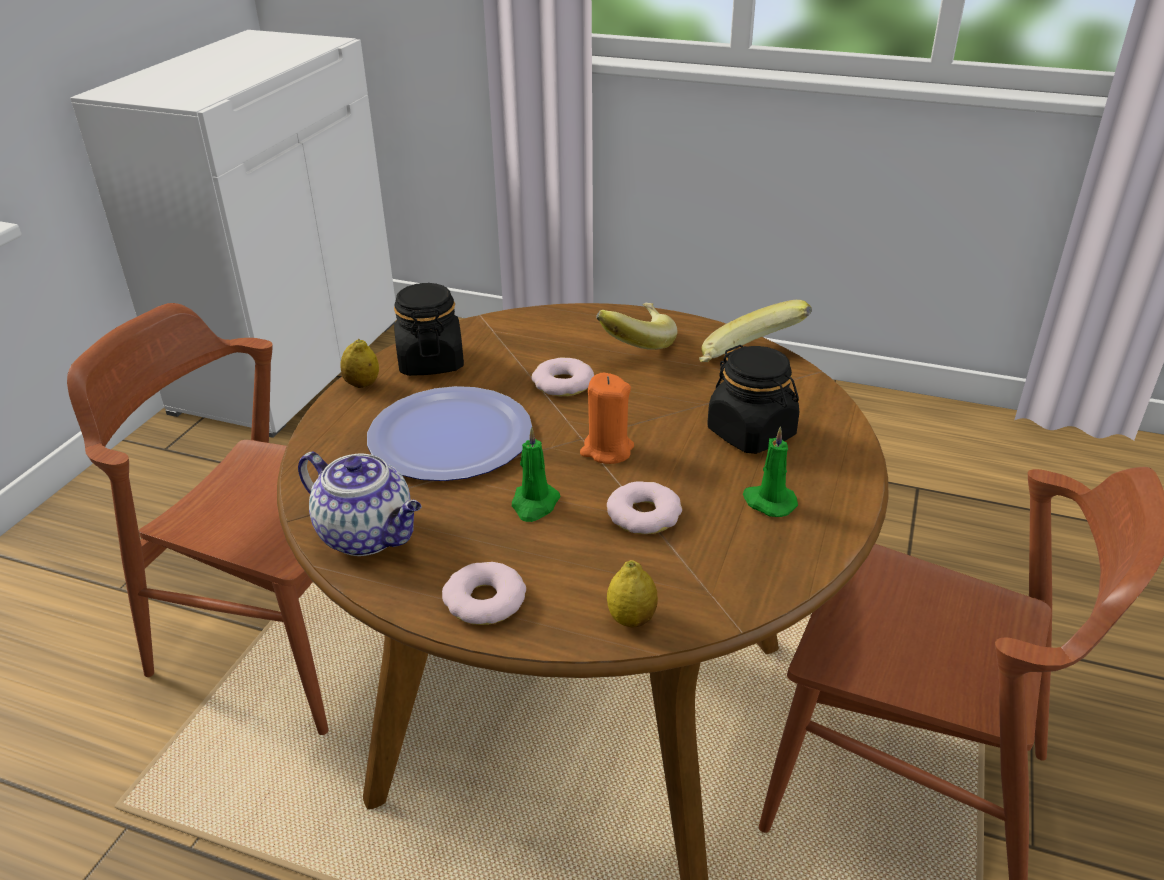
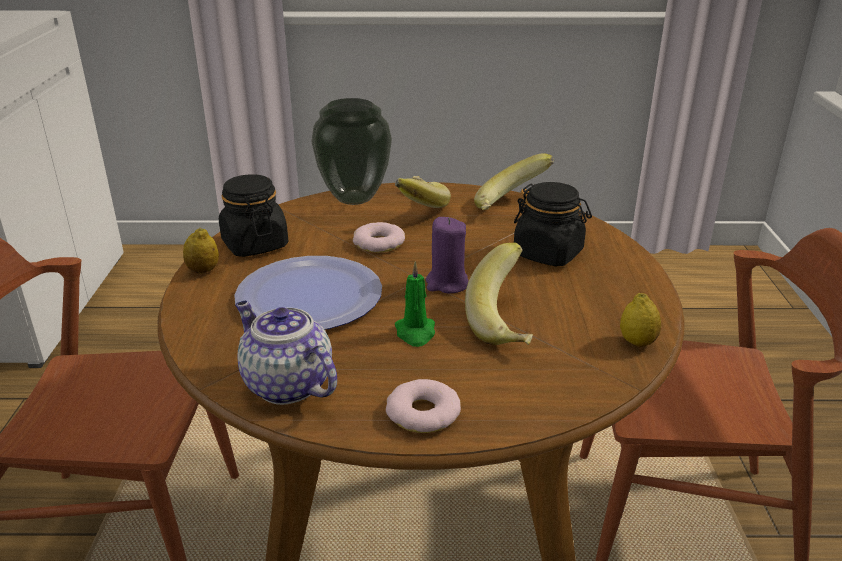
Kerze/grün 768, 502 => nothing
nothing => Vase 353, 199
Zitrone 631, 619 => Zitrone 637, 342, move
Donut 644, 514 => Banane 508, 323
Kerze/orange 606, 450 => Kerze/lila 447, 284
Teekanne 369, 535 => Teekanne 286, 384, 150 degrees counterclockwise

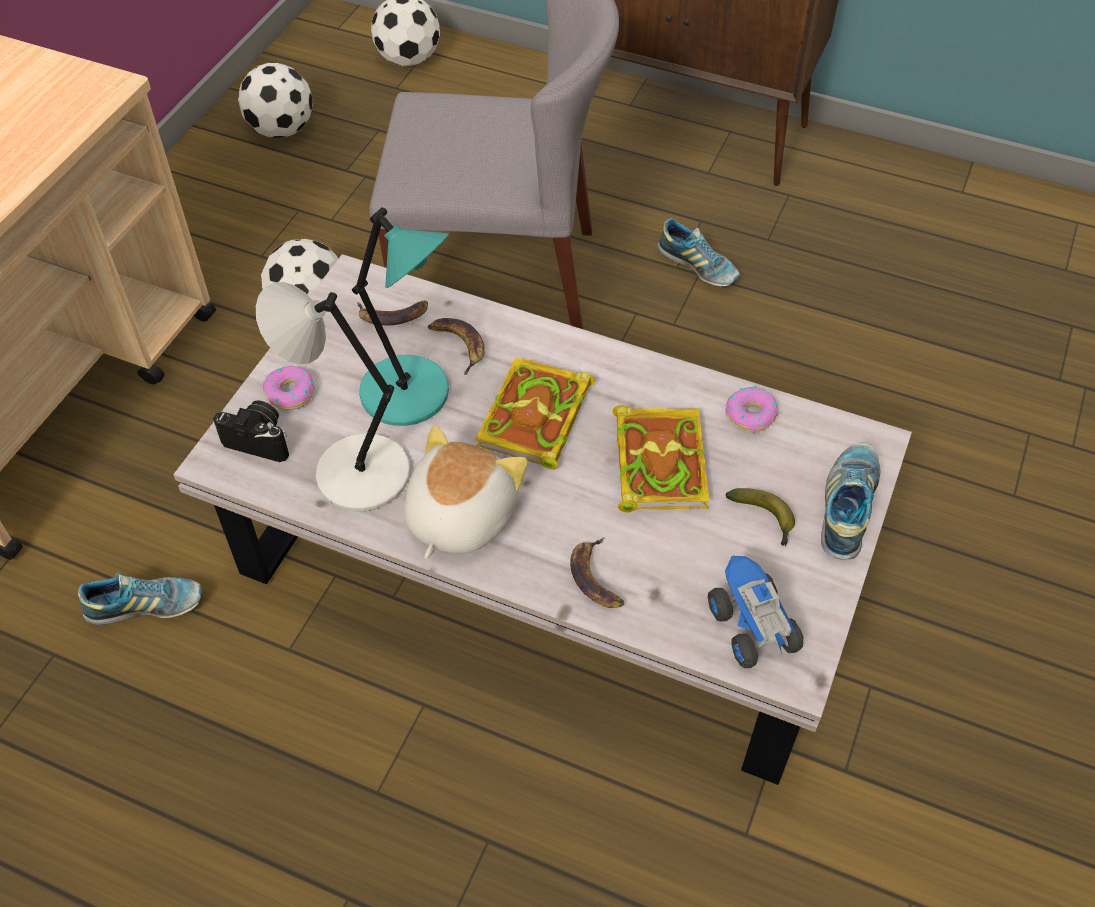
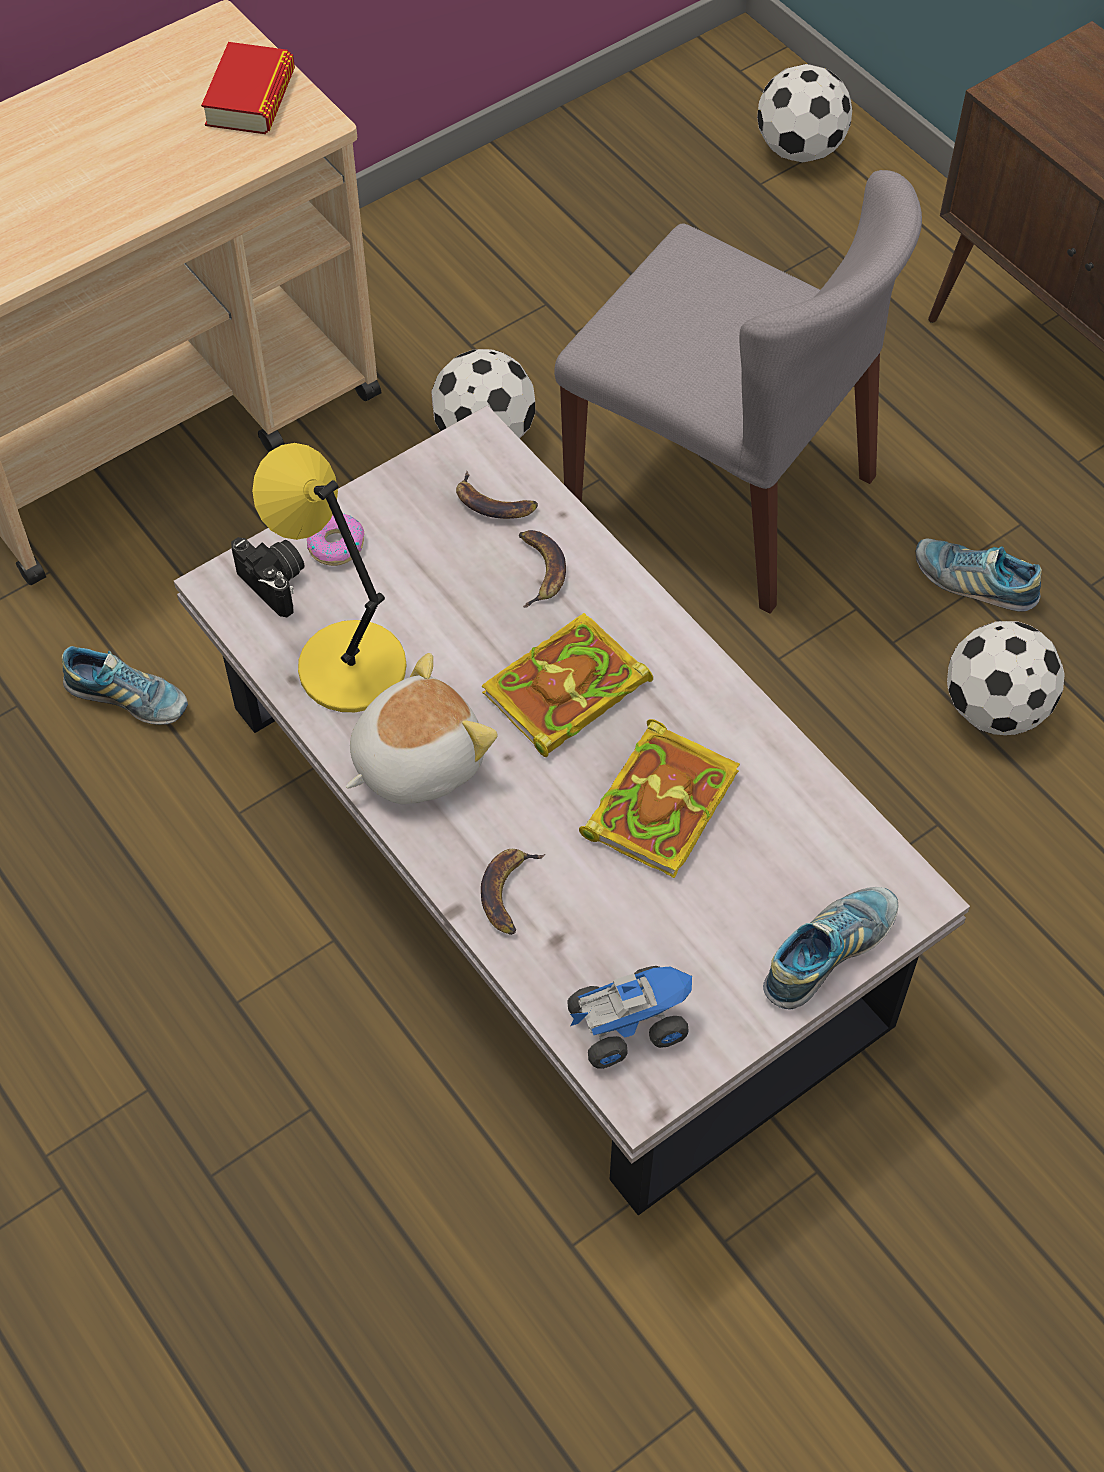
Tischlampe/türkis 409, 394 => nothing
Donut 751, 415 => nothing
Banane 764, 520 => nothing
nothing => Buch 250, 98
Fußball 282, 129 => Fußball 996, 709, move
Tischlampe/grau 357, 473 => Tischlampe/gelb 346, 664
Schuh 697, 267 => Schuh 974, 582, 135 degrees clockwise
Spielzeuglaster 750, 627 => Spielzeuglaster 628, 1023, 60 degrees clockwise

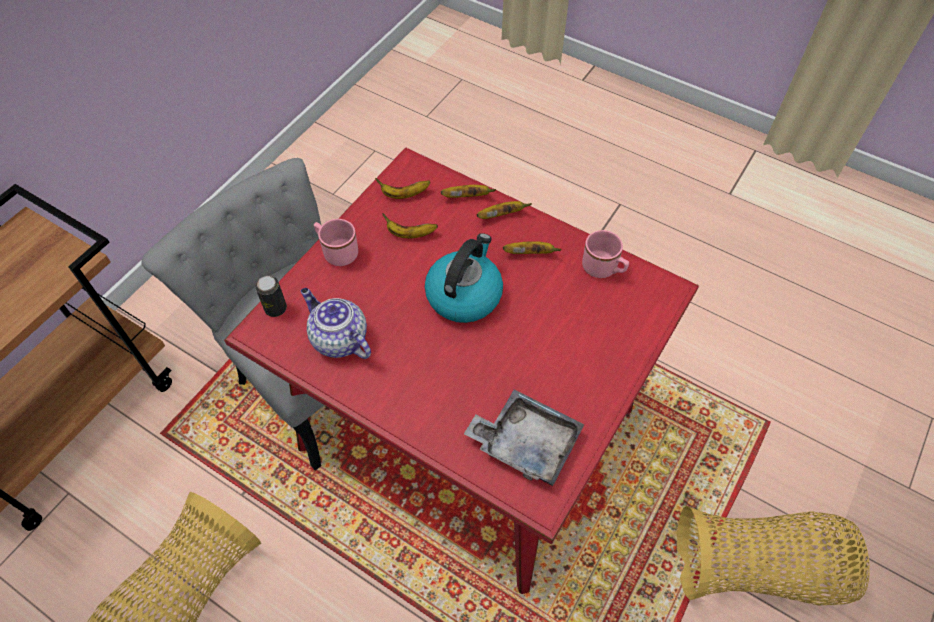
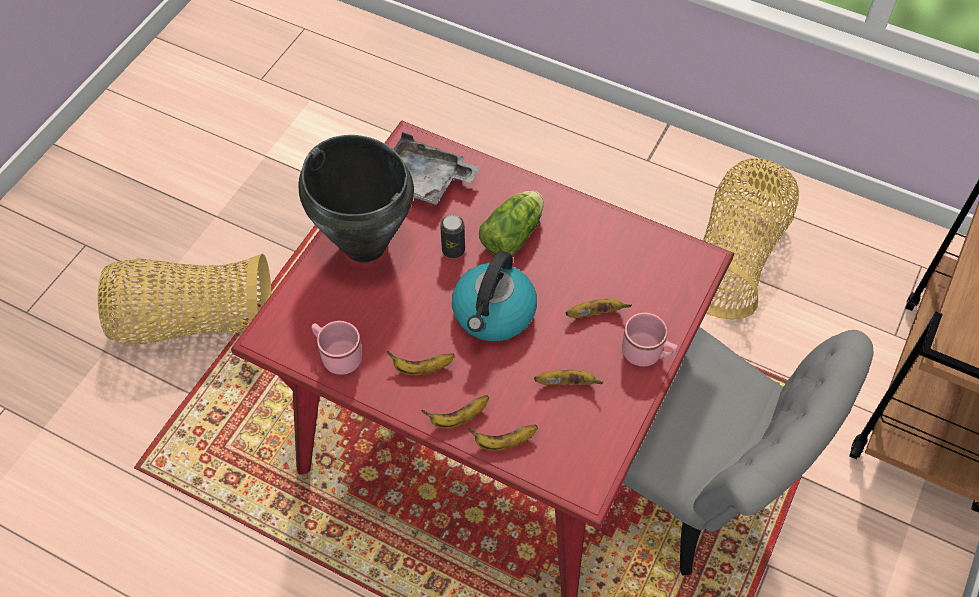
Teekanne 338, 339 => nothing
nothing => Kochtopf/schwarz 365, 244
nothing => Salatkopf 514, 233
Dose 275, 308 => Dose 453, 250, move
Banane 404, 194 => Banane 595, 313, move

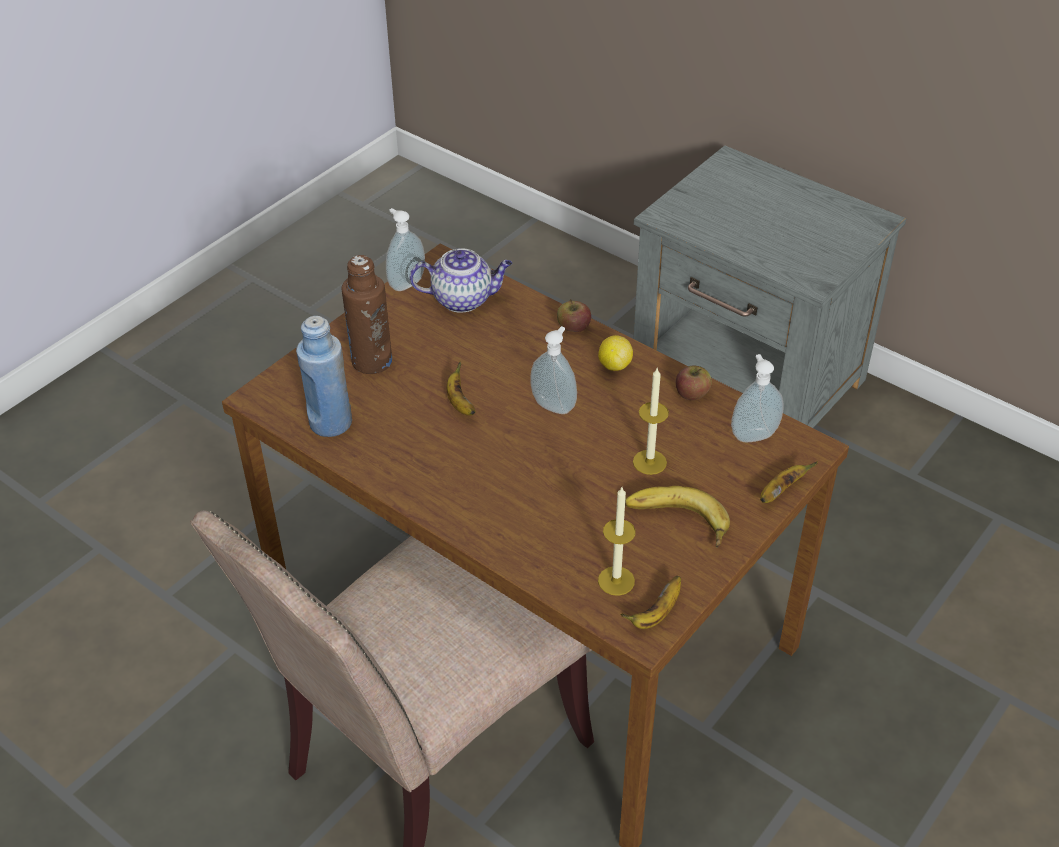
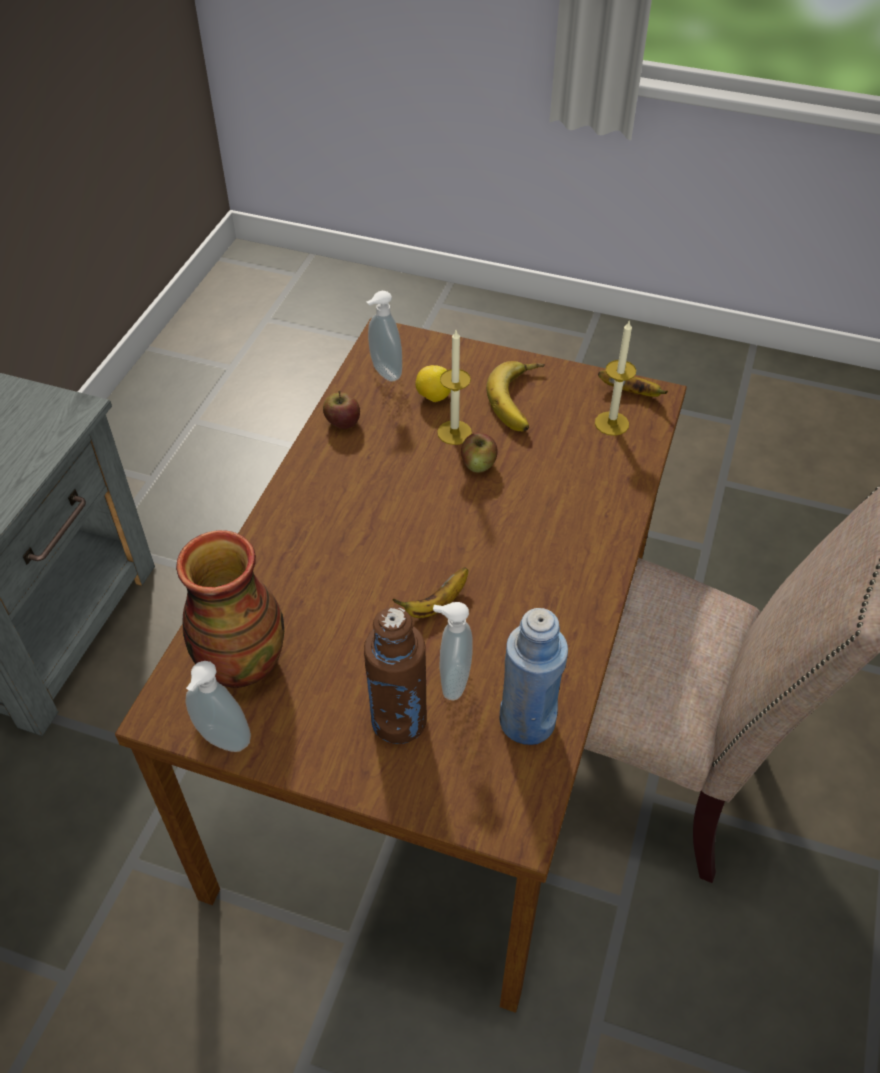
Banane 781, 491 => nothing
Seifenspender 554, 405 => Seifenspender 452, 681, move
Apfel 573, 327 => Apfel 478, 464, move
Zitrone 614, 365 => Zitrone 433, 397, move
Teekanne 463, 299 => Vase 240, 662

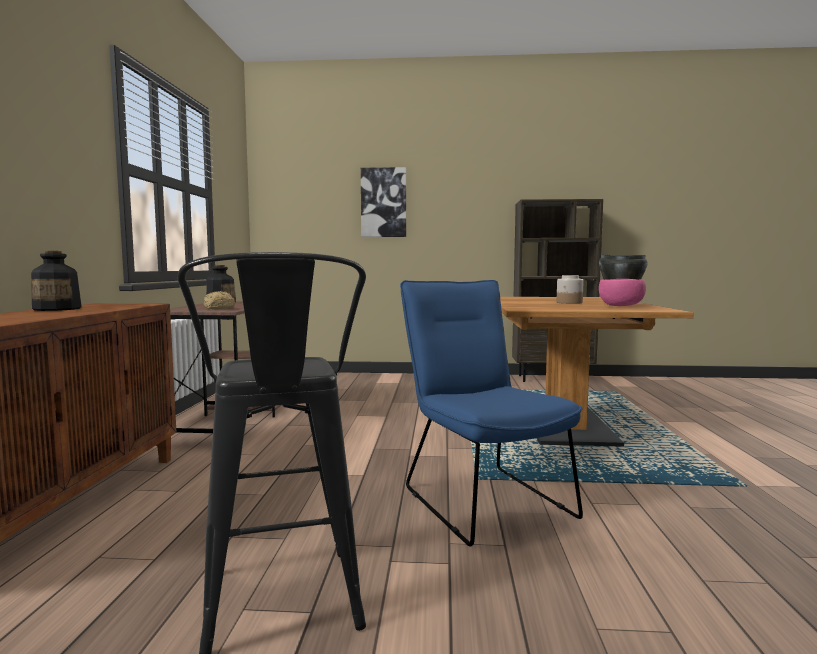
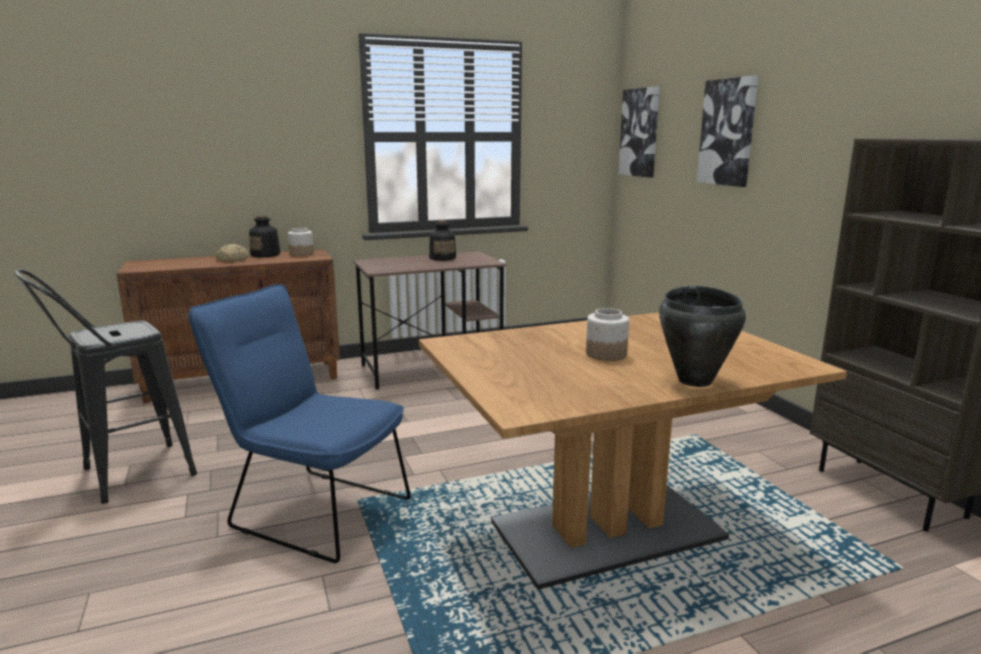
Schüssel/rosa 621, 306 => nothing
nothing => Vorratsglas 301, 254
nothing => Bild 640, 132
Brot 219, 308 => Brot 232, 260, move
Stuhl/blau 481, 497 => Stuhl/blau 312, 510, 105 degrees counterclockwise

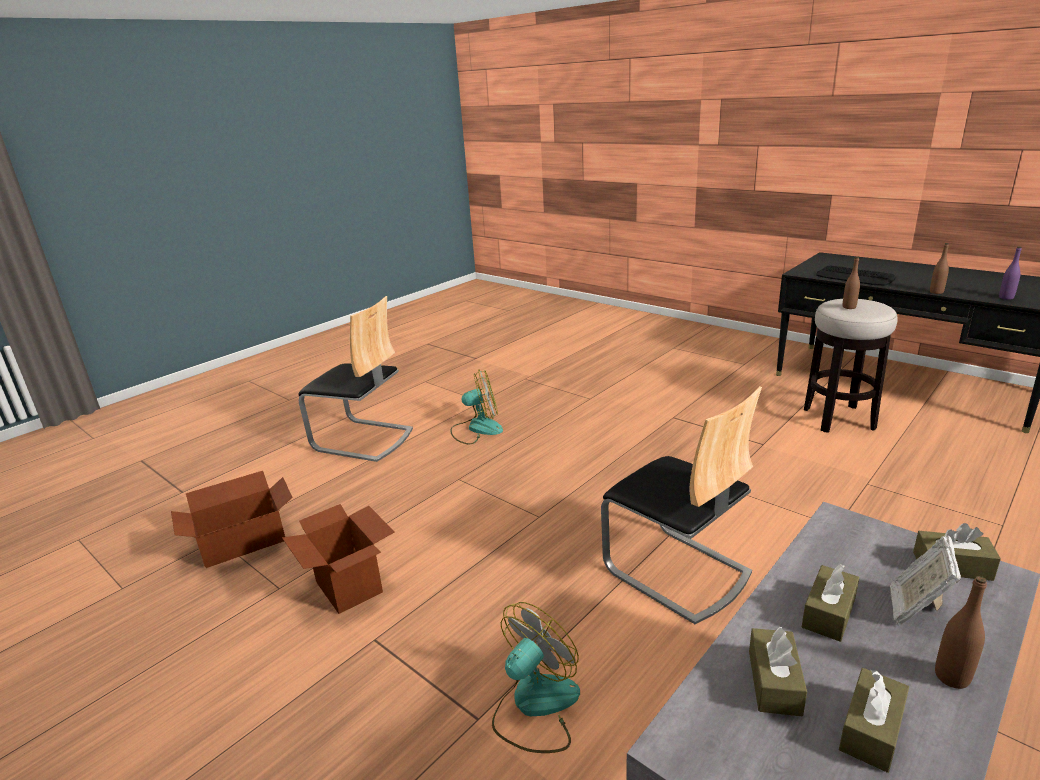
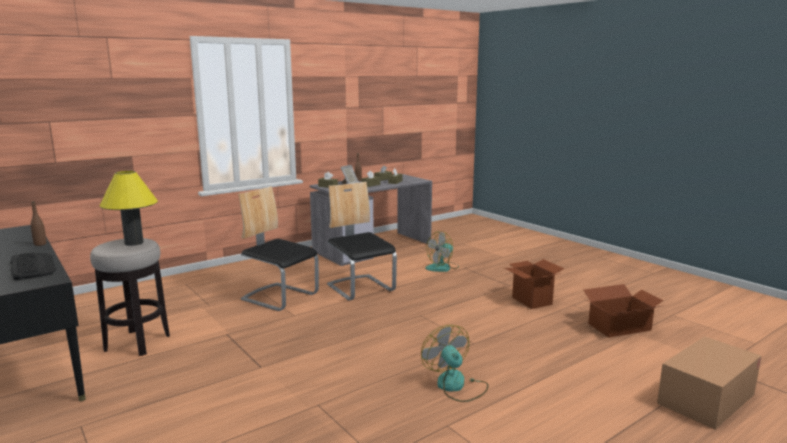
Flasche/lila 1006, 297 => nothing
nothing => Karton 706, 399
Stuhl 363, 439 => Stuhl 280, 297, move
Flasche/braun 849, 307 => Tischlampe/gelb 134, 243
Ventilator 477, 429 => Ventilator 456, 386, 60 degrees clockwise

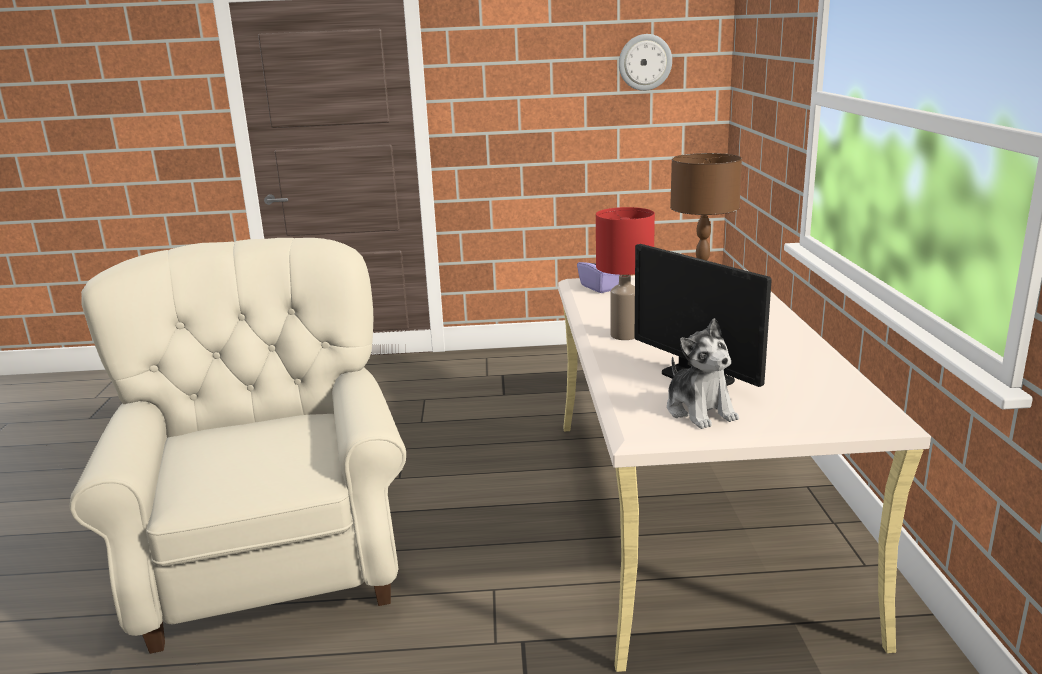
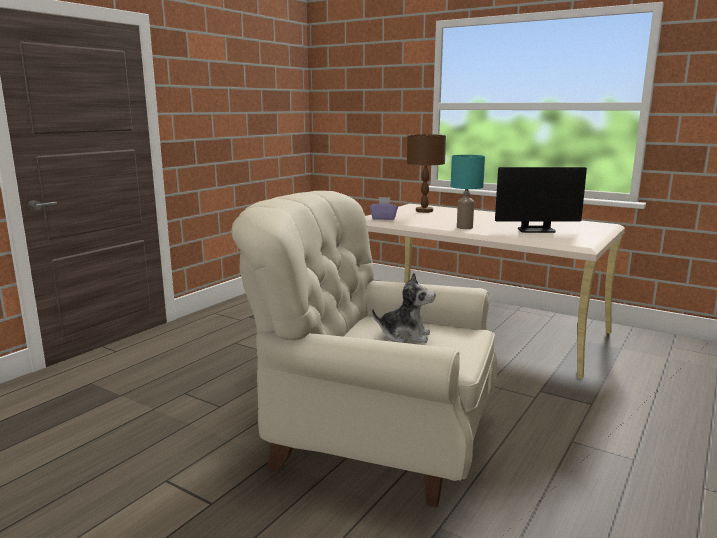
Wanduhr 645, 62 => nothing
Plüschtier 699, 411 => Plüschtier 405, 336, move
Tischlampe/rot 624, 335 => Tischlampe/türkis 465, 227

